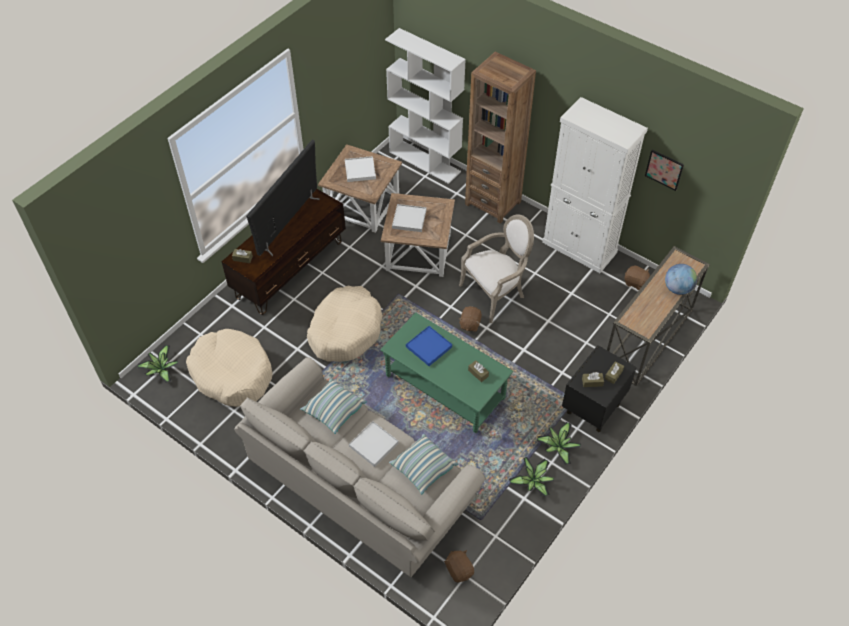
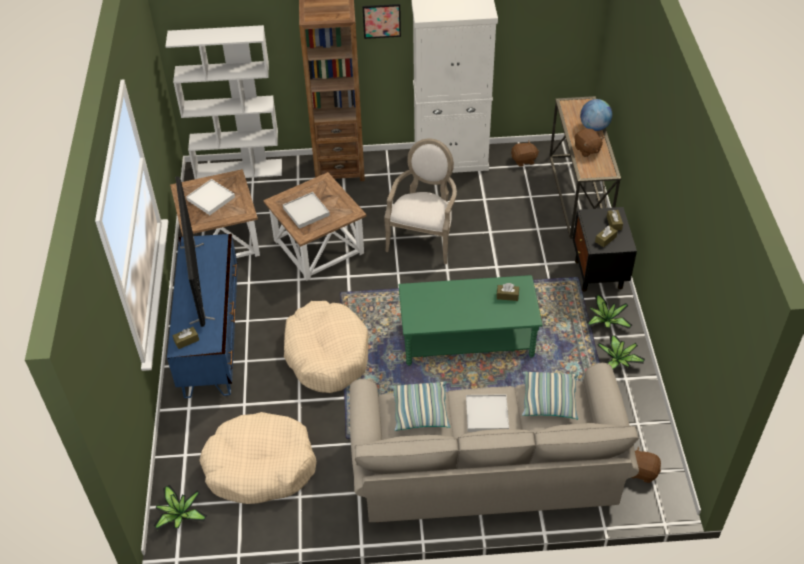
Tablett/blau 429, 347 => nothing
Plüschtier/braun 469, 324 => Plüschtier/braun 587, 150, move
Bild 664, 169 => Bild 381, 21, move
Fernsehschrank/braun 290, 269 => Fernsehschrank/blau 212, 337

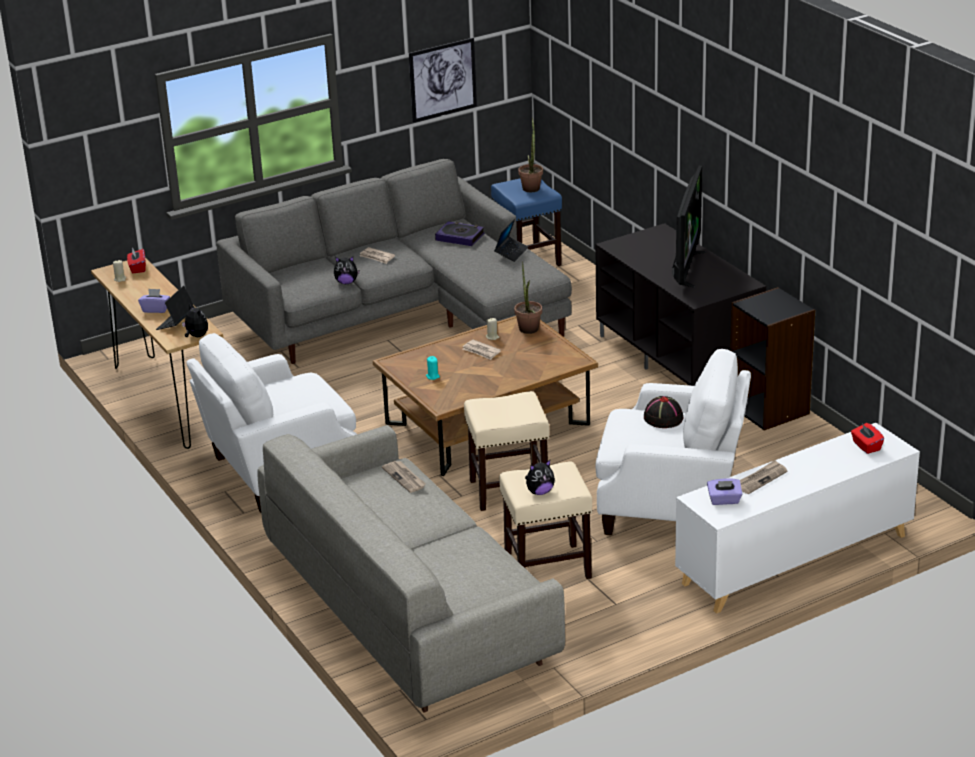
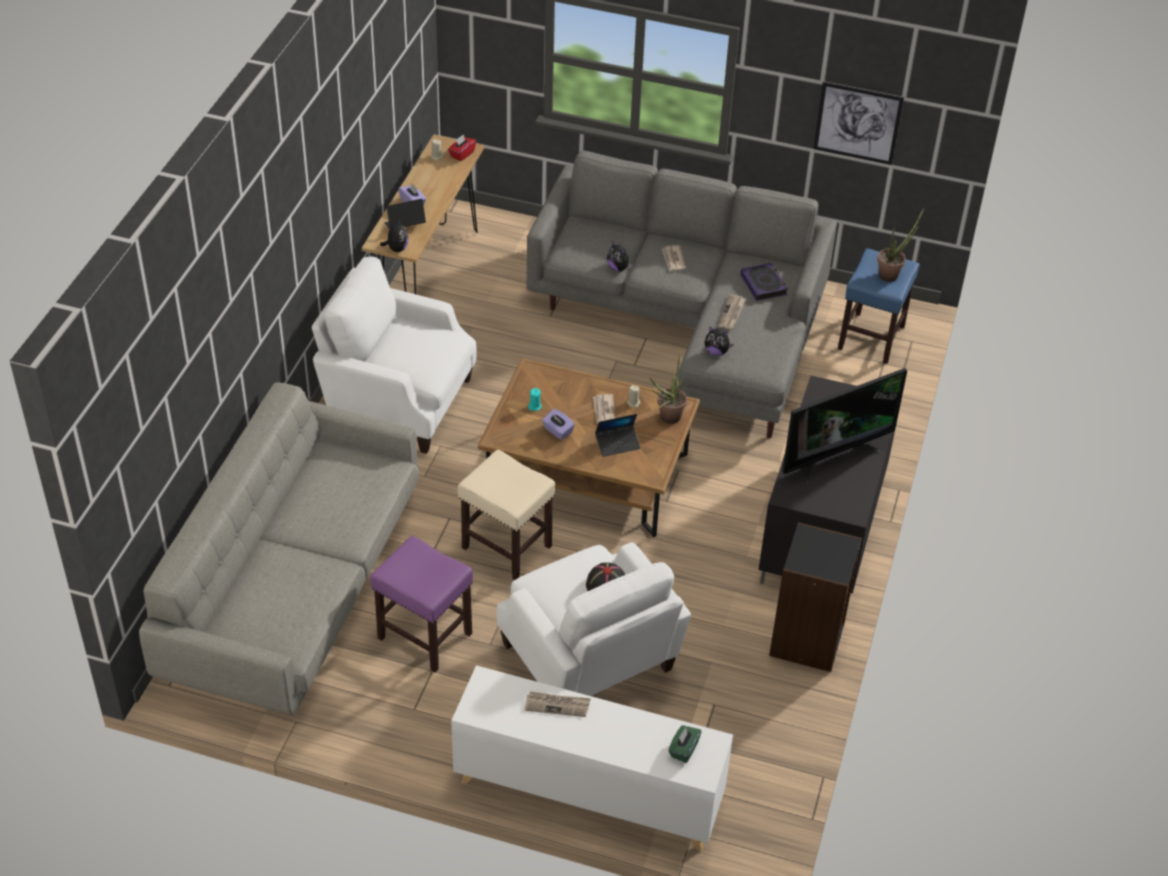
Zeitung 405, 478 => Zeitung 732, 313, move
Laptop 511, 252 => Laptop 617, 444, move
Plüschtier 540, 492 => Plüschtier 716, 352, move
Taschentuchbox/lila 724, 500 => Taschentuchbox/lila 557, 431, move
Hocker/beige 546, 567 => Hocker/lila 423, 635
Taschentuchbox/rot 866, 446 => Taschentuchbox/grün 683, 750

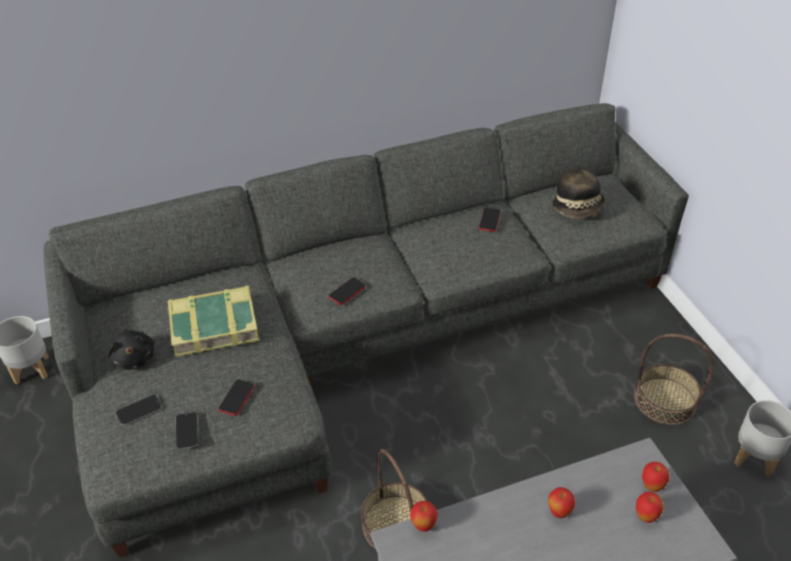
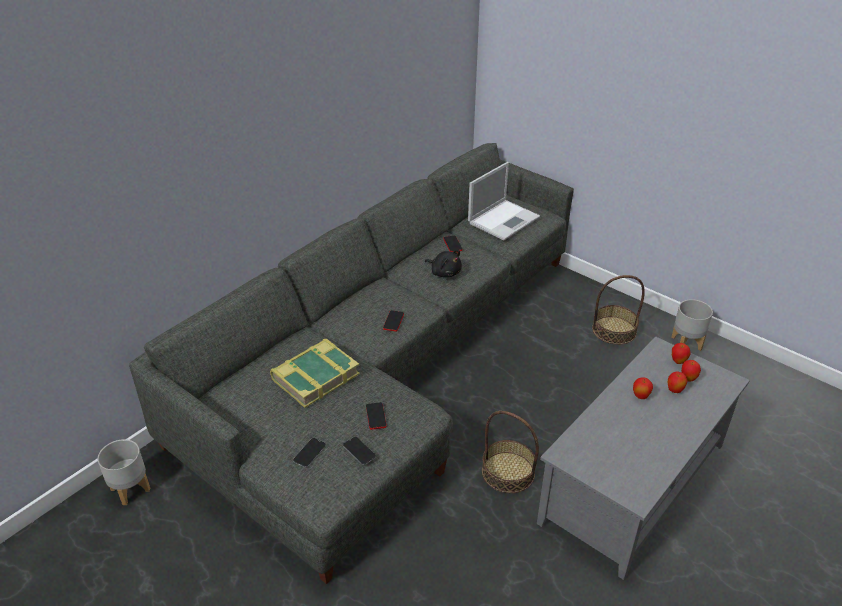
Plüschtier/schwarz 134, 358 => Plüschtier/schwarz 444, 272, move
Apfel 423, 525 => Apfel 674, 391, move
Hut 578, 208 => Laptop 504, 219

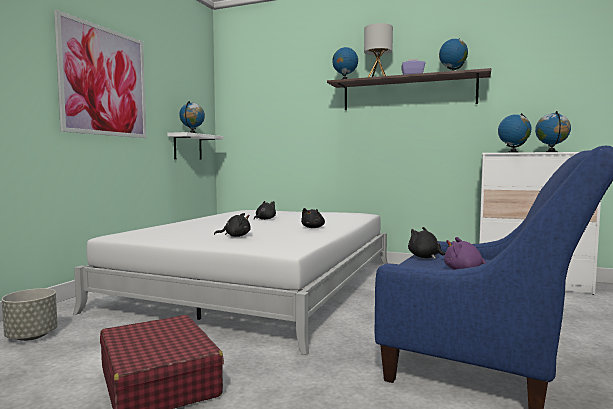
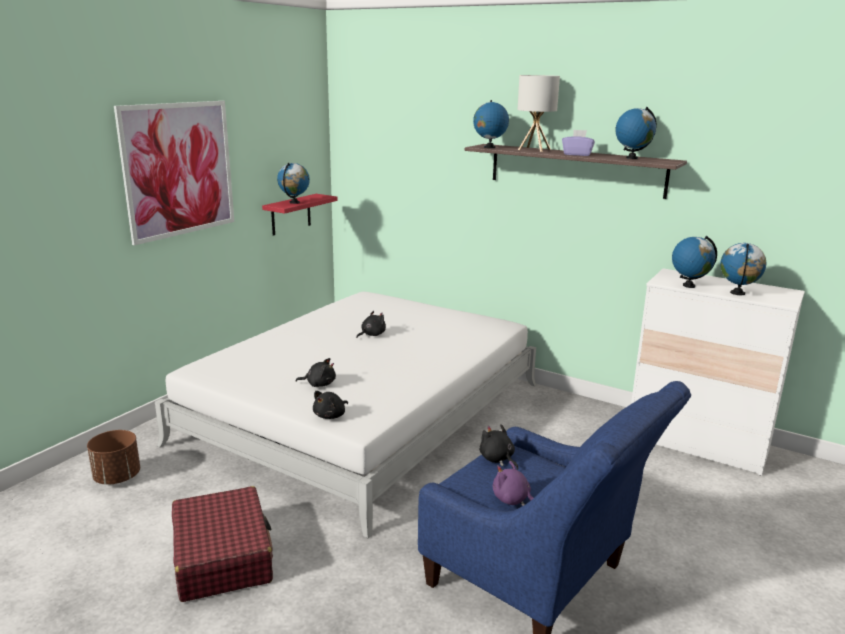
Plüschtier/schwarz 313, 228 => Plüschtier/schwarz 331, 416, move
Pflanzkübel/grau 31, 336 => Pflanzkübel/braun 117, 478
Wandregal/weiß 187, 147 => Wandregal/rot 291, 214

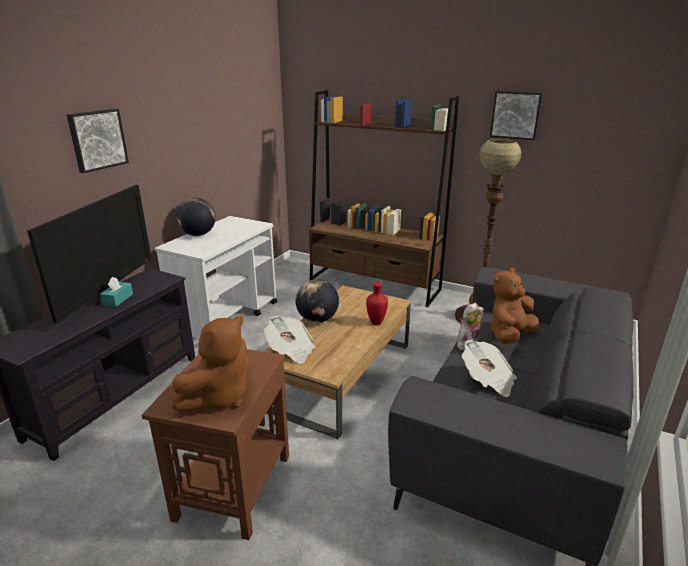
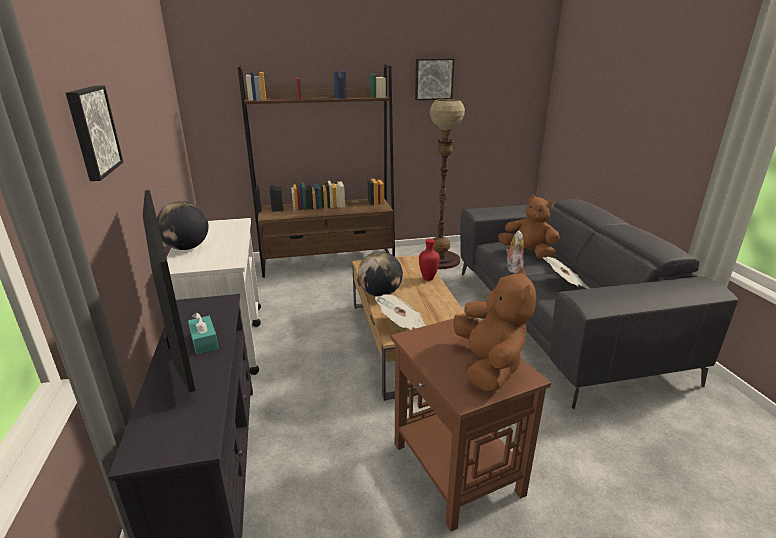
Plüschtier/braun 510, 335 => Plüschtier/braun 528, 252, 120 degrees clockwise

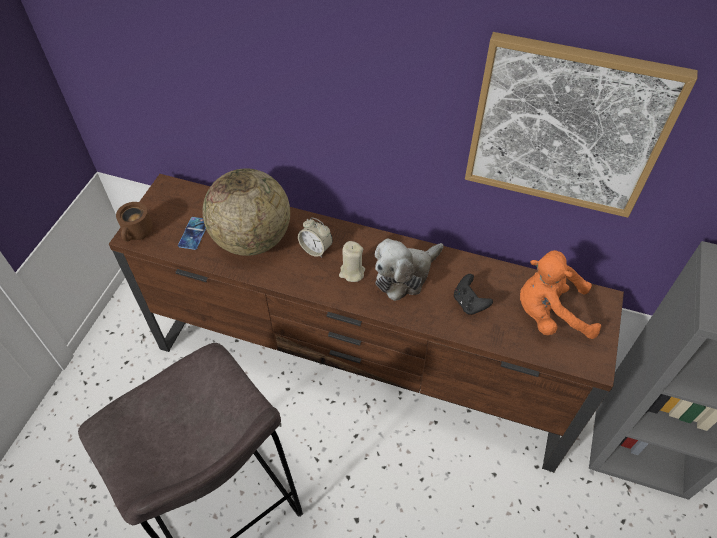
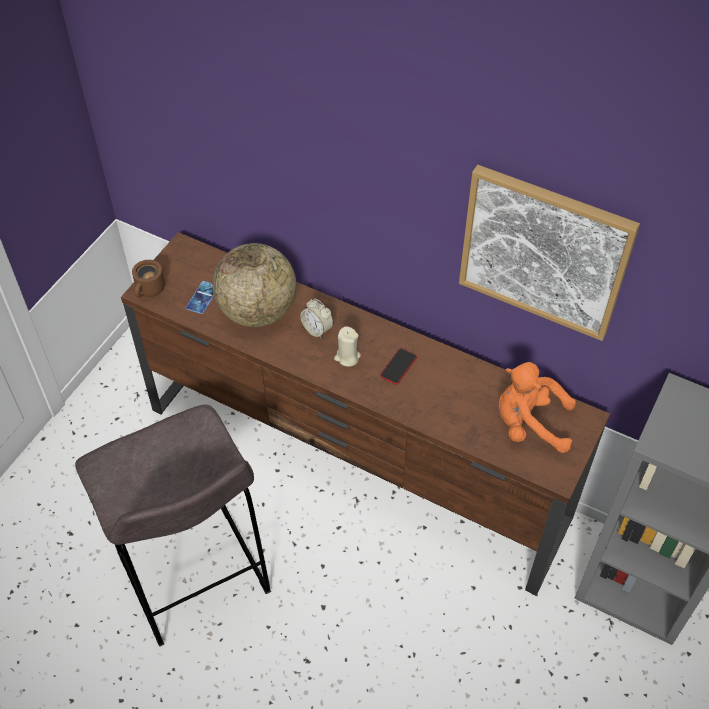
Gamepad/schwarz 469, 303 => nothing
Plüschtier 405, 275 => Handy 398, 367

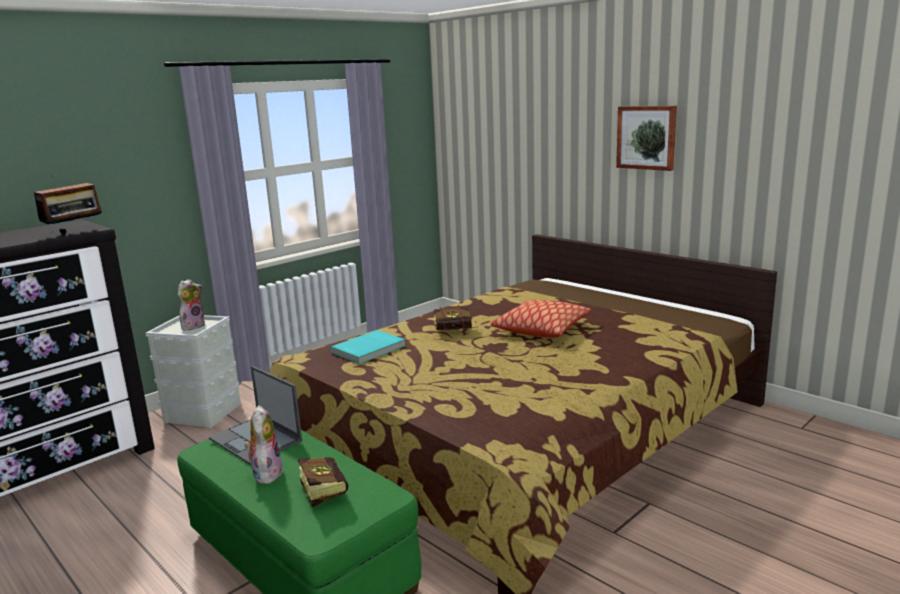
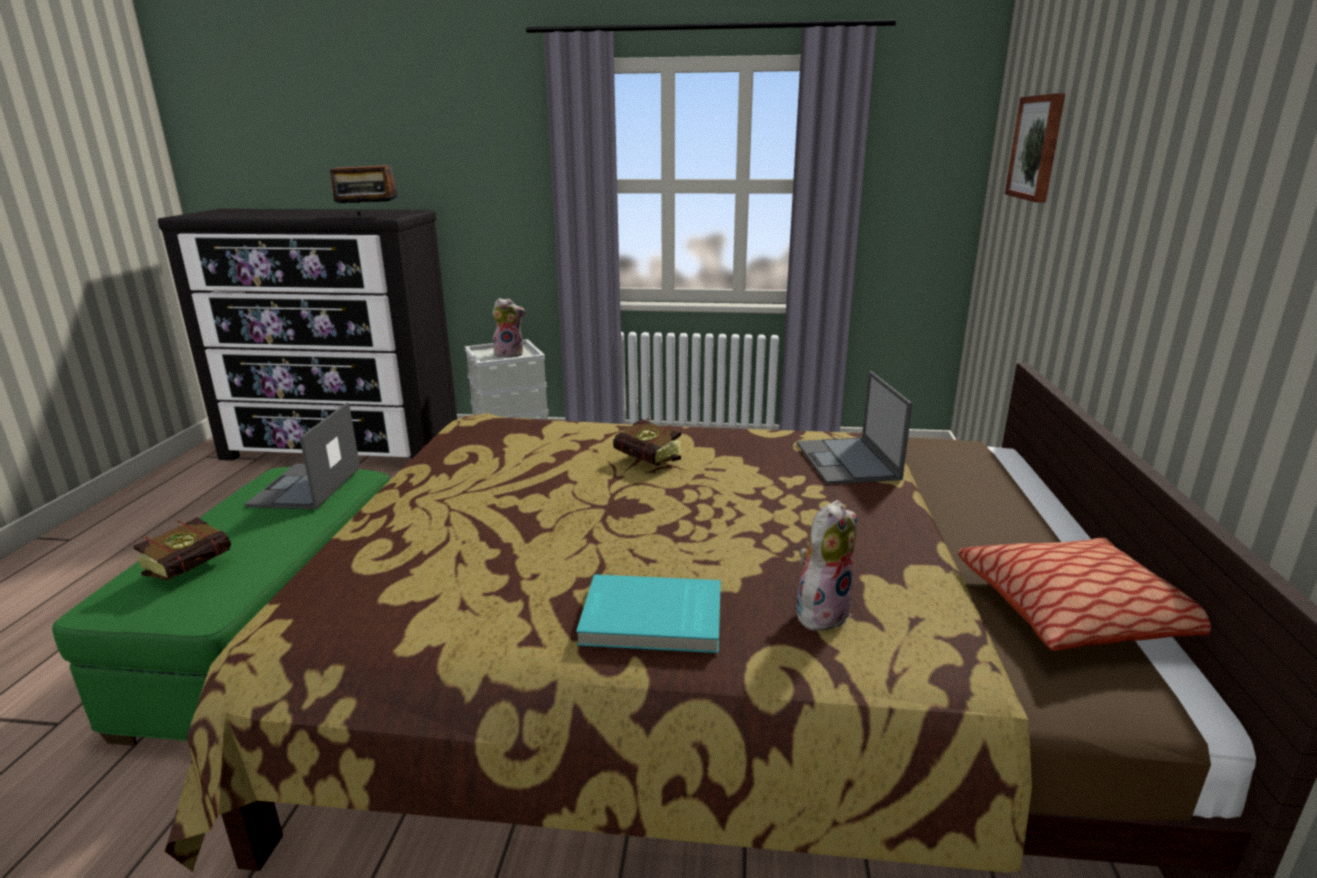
nothing => Laptop 848, 461
Plüschtier 266, 473 => Plüschtier 821, 611, move
Buch/türkis 369, 349 => Buch/türkis 652, 619, move
Kissen 541, 329 => Kissen 1075, 613, move
Bild 647, 137 => Bild 1037, 148, move

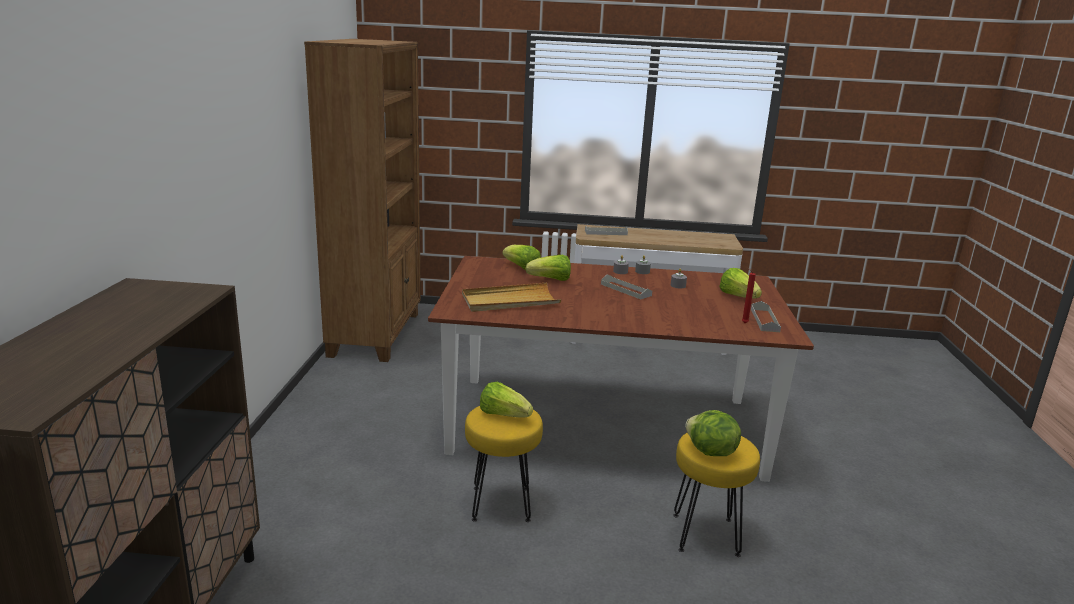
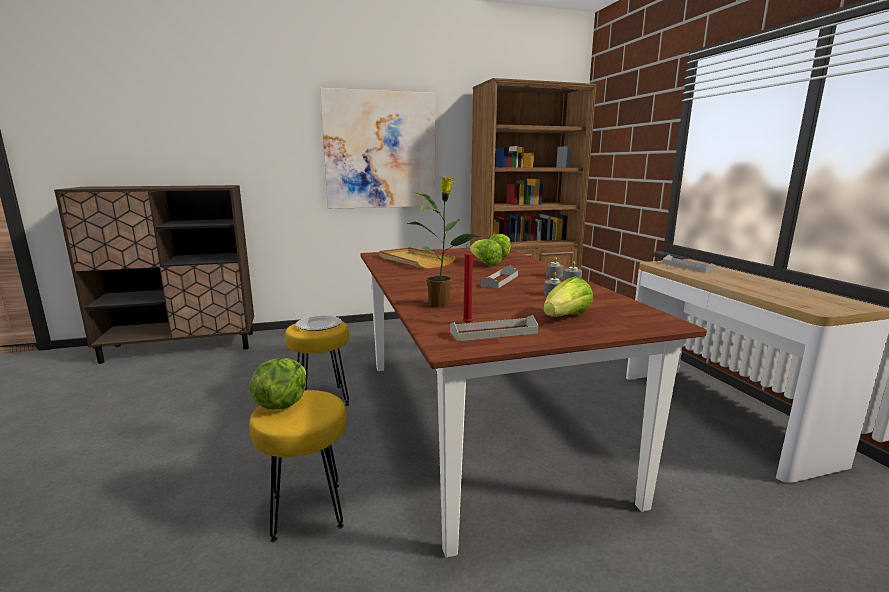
nothing => Bild 380, 150
nothing => Topfpflanze 440, 304
Salatkopf 503, 415 => Teller 319, 325

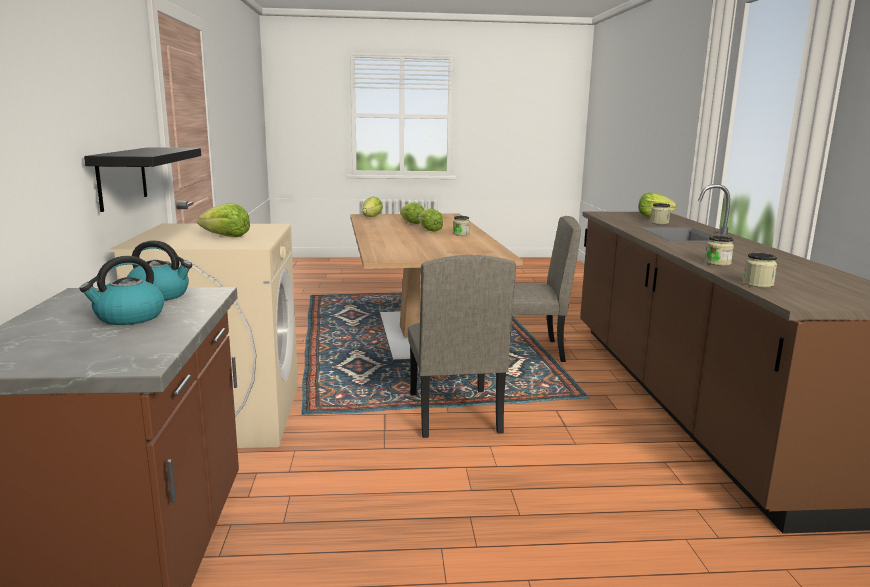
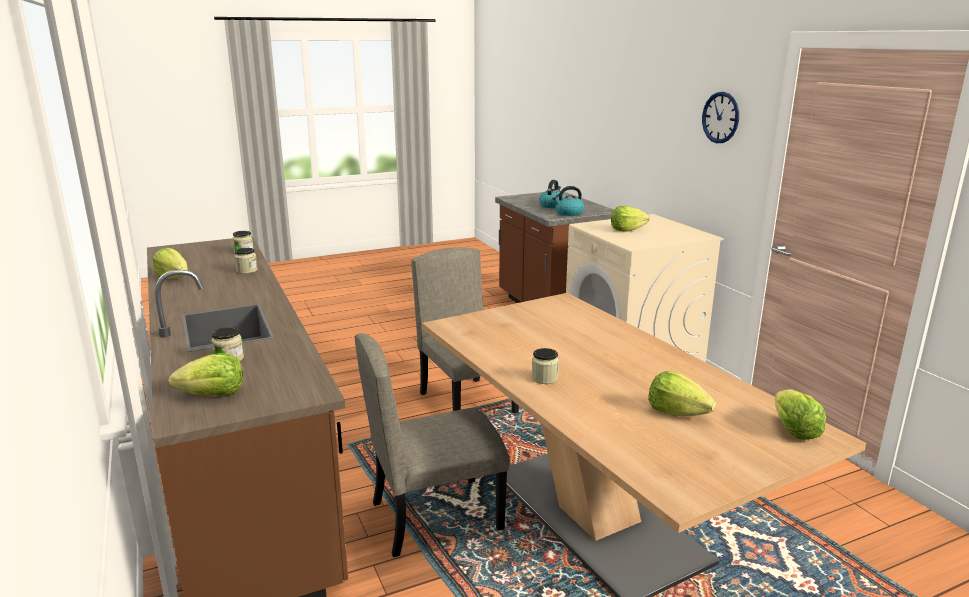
Wandregal/schwarz 122, 177 => nothing
nothing => Wanduhr 720, 117
Salatkopf 429, 230 => Salatkopf 174, 278, move

